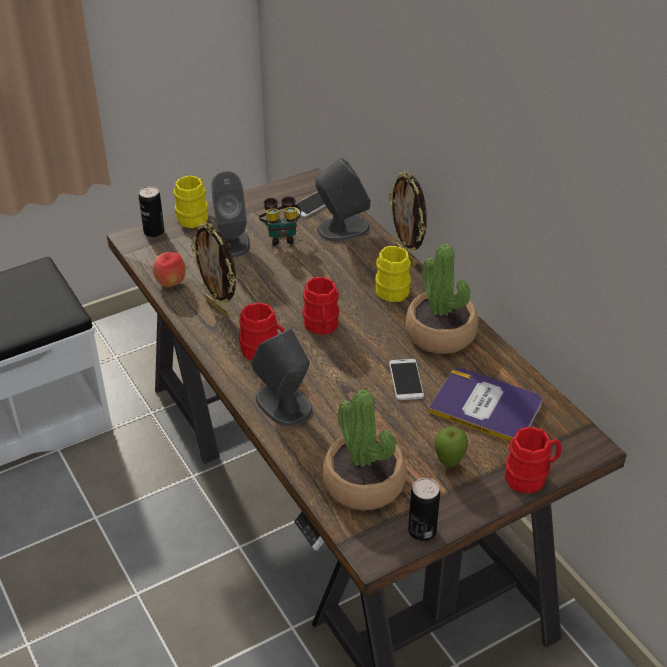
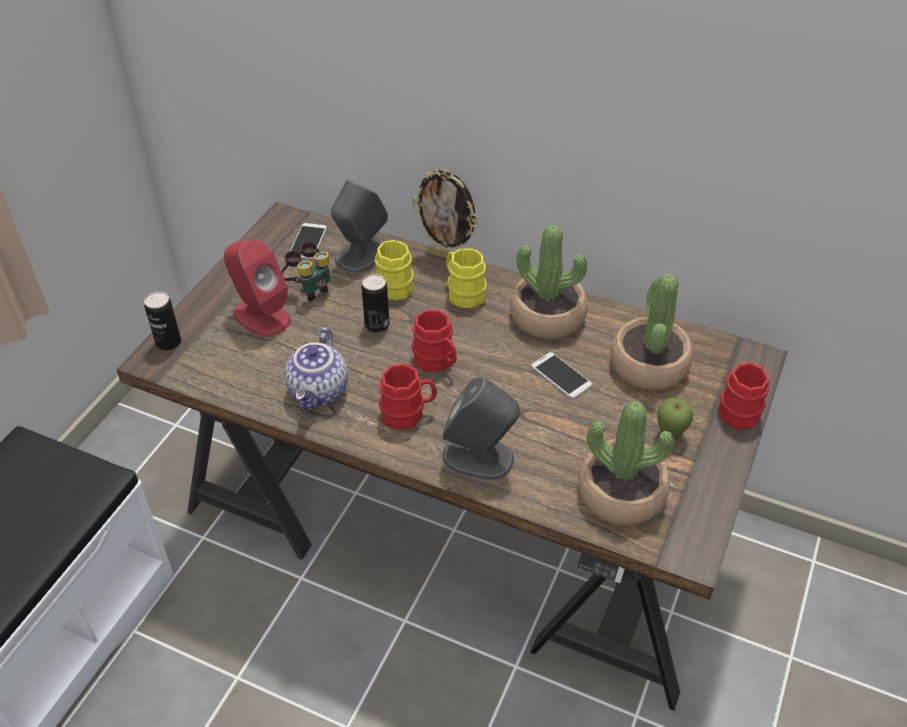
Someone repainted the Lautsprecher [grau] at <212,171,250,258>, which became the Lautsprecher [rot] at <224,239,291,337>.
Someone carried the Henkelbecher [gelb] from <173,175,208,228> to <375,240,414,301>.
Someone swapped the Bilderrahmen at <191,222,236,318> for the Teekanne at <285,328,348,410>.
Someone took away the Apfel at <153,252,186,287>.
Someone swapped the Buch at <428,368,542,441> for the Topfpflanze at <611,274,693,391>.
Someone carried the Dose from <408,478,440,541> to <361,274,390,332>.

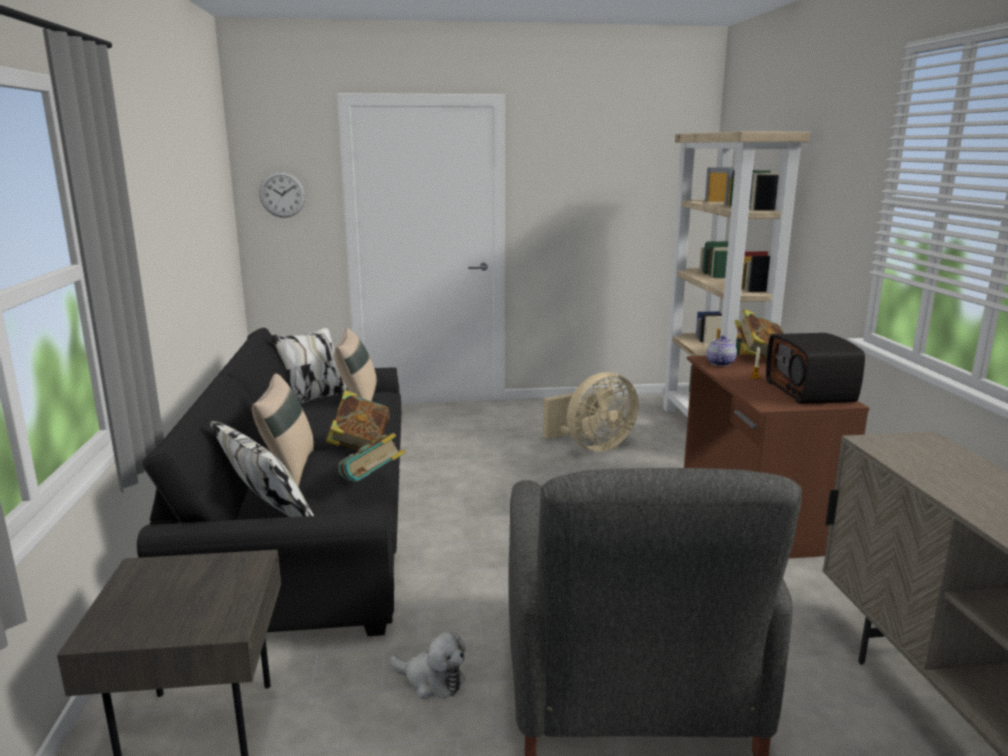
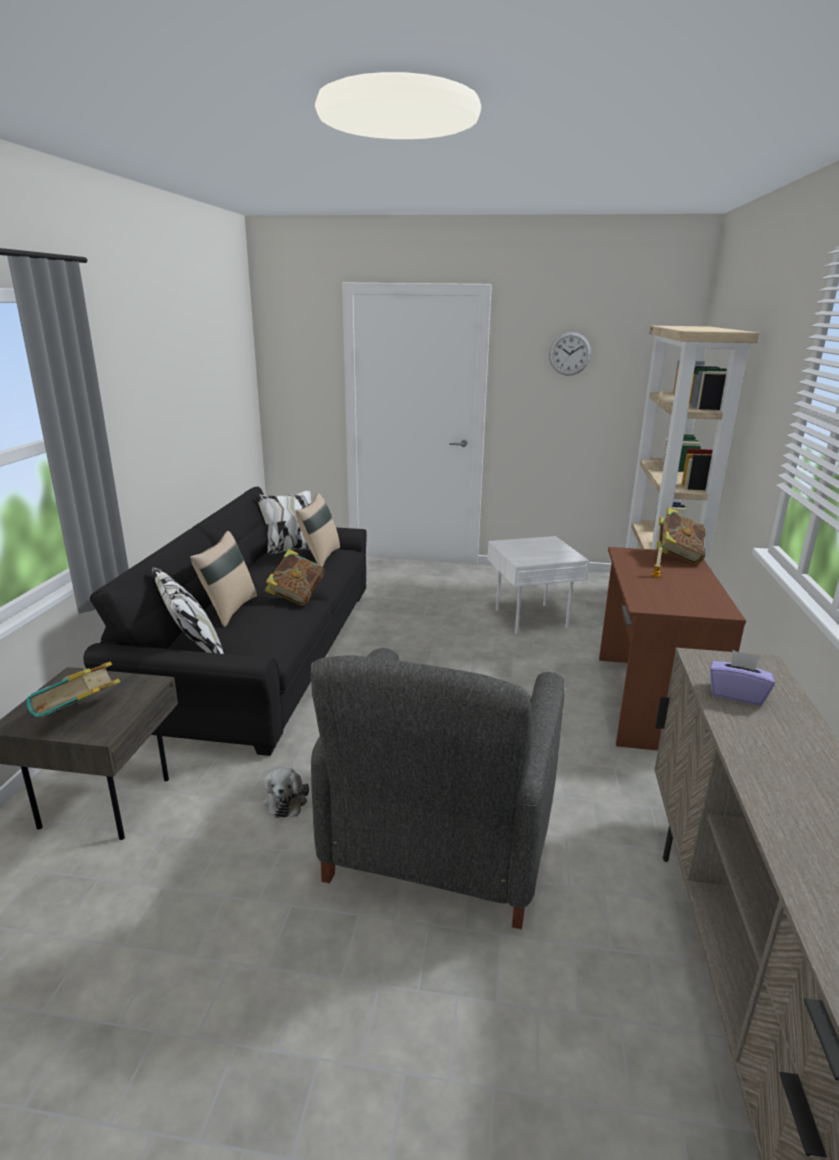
Someone carried the Wanduhr from <259,171,306,218> to <549,332,591,376>.
Someone took away the Radio at <766,333,865,404>.
Someone took away the Teekanne at <706,336,737,366>.
Someone swapped the Ventilator [beige] at <543,372,639,451> for the Beistelltisch [weiß] at <488,536,590,634>.
Someone carried the Buch from <338,433,406,482> to <26,662,120,717>.
Someone rotated the Plüschtier at <390,632,466,699> by 45 degrees clockwise.
Someone put down the Taschentuchbox [lila] at <710,650,775,706>.

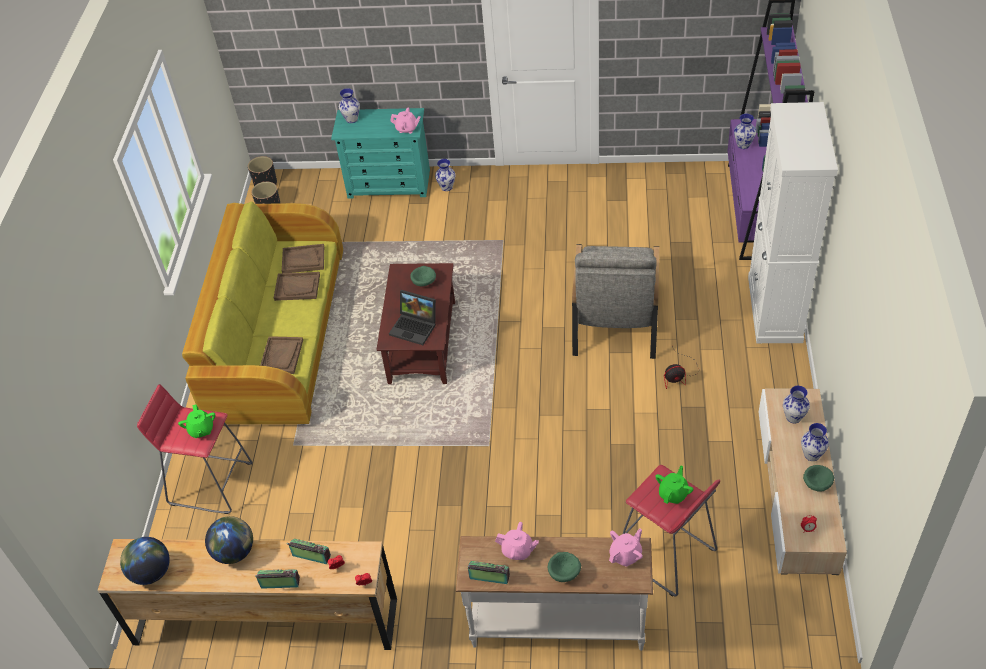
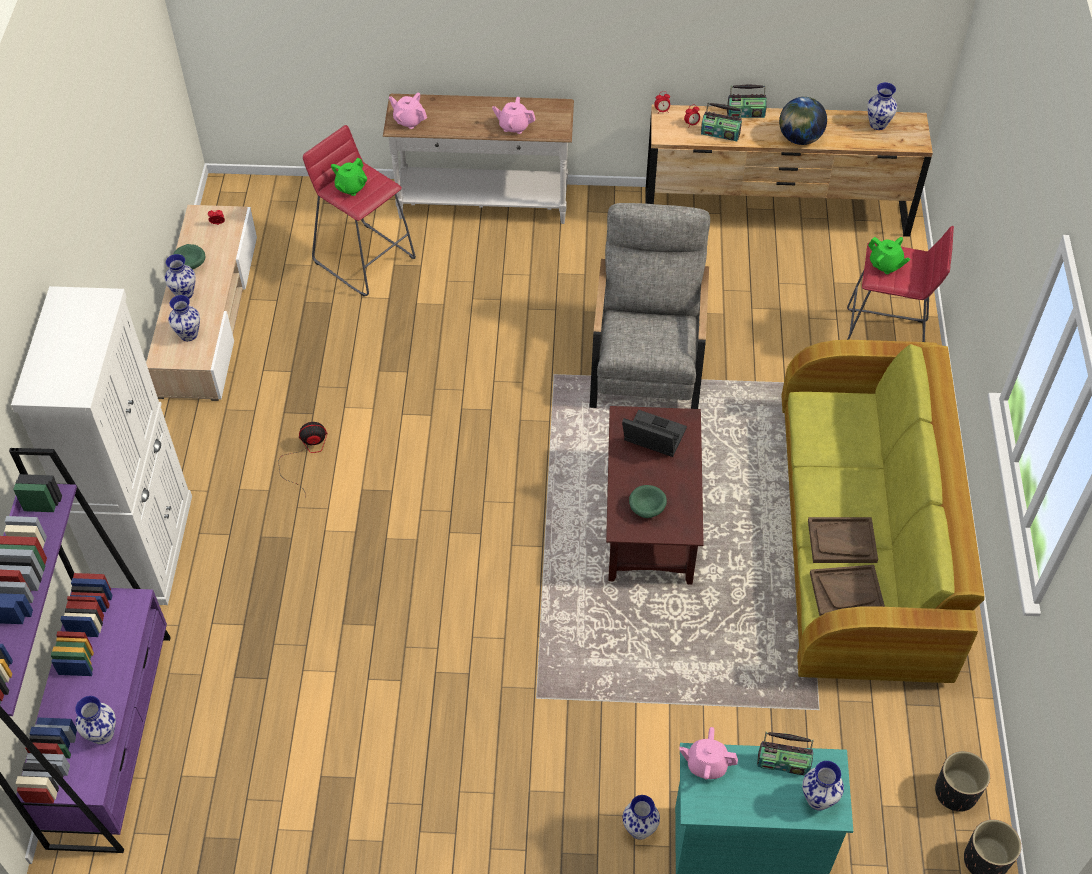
Someone carried the Sessel [grau] from <572,244,659,359> to <590,203,710,409>.
Someone took away the Tablett [braun] at <260,336,303,374>.
Someone rotated the Teekanne [grün] at <178,404,215,438> by 150 degrees clockwise.
Someone rotated the Teekanne [rosa] at <609,529,643,566> by 75 degrees clockwise.
Someone swapped the Globus at <120,537,170,585> for the Vase at <867,82,897,130>.
Someone took away the Schüssel [grün] at <548,552,581,582>.
Someone carried the Radio from <468,561,510,584> to <757,732,813,775>.

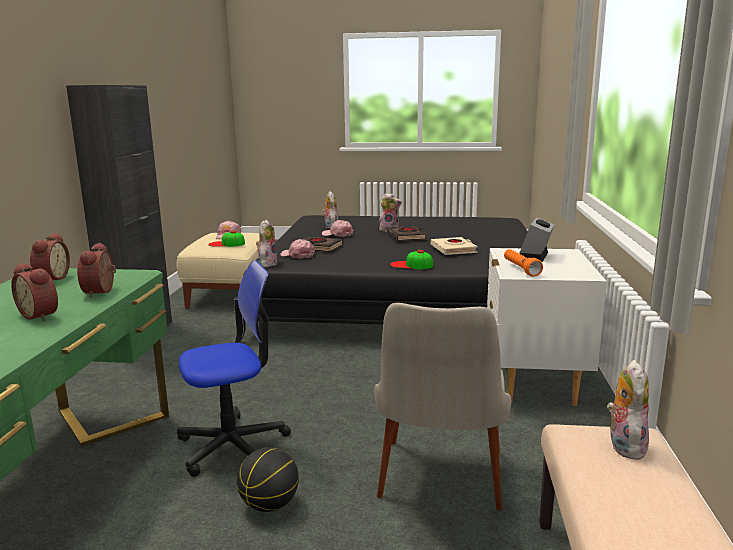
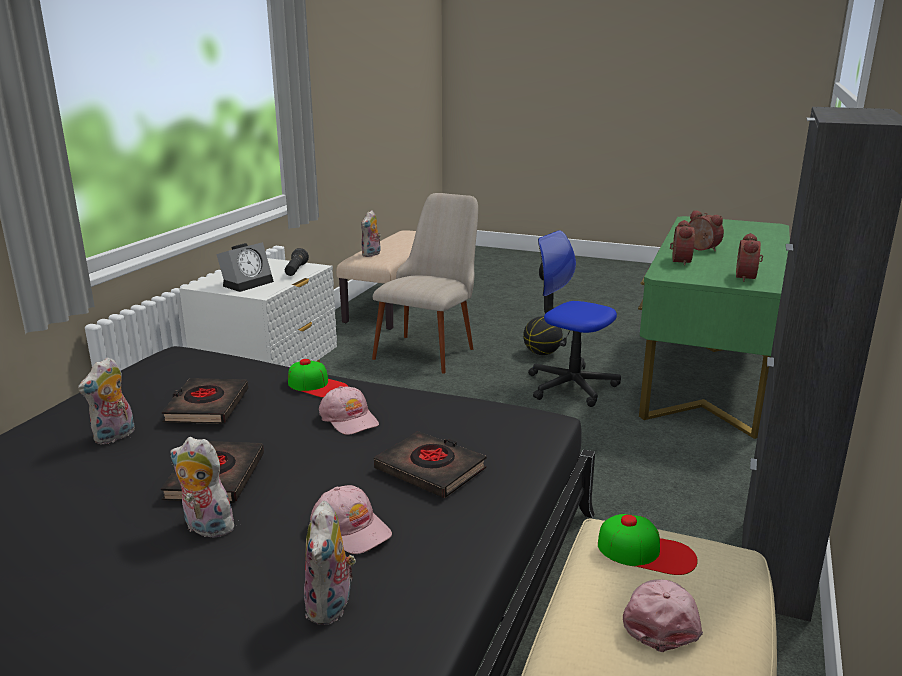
Someone carried the Plüschtier from <256,220,277,267> to <78,357,135,445>.
Someone repainted the Buch [beige] at <431,237,478,255>, which became the Buch [schwarz] at <162,378,248,424>.
Someone carried the Kappe [rosa] from <281,239,315,259> to <319,386,379,435>.
Someone repainted the Taschenlampe [orange] at <504,249,543,277>, which became the Taschenlampe [schwarz] at <285,248,309,276>.
Someone rotated the Bürostuhl at <177,260,291,477> by 45 degrees clockwise.

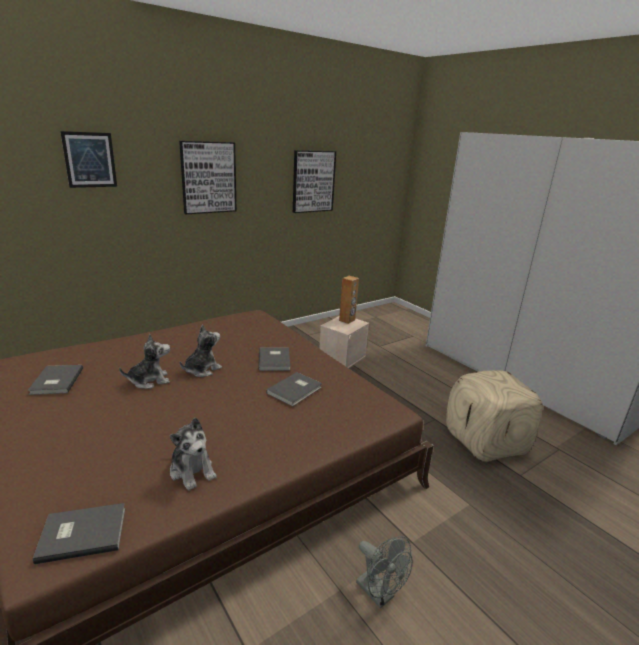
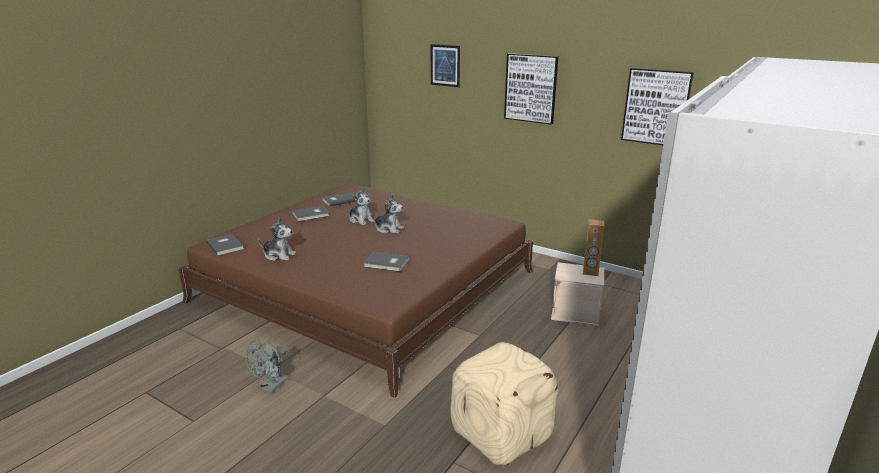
Someone carried the Buch [grau] from <258,347,290,371> to <292,206,329,221>.
Someone rotated the Plüschtier at <170,418,217,491> by 105 degrees counterclockwise.

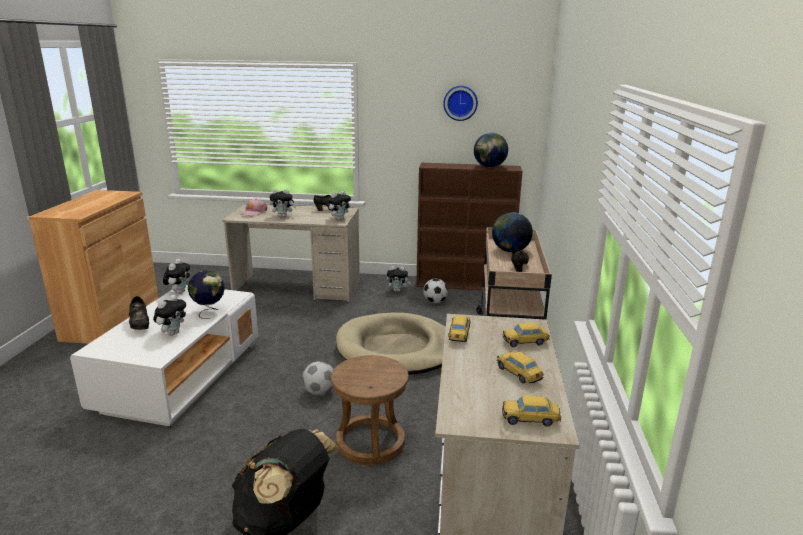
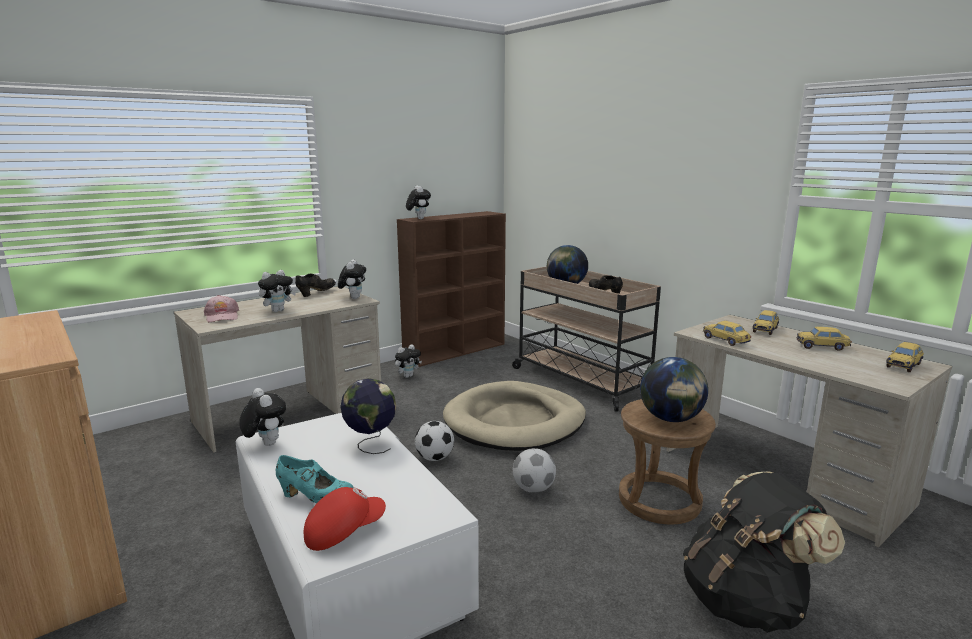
Someone took away the Wanduhr at <443,86,478,121>.
Someone carried the Globus from <474,133,508,168> to <640,357,708,422>.
Someone carried the Fußball from <423,279,448,303> to <415,421,454,461>.
Someone carried the Plüschtier from <153,295,186,335> to <406,186,431,219>.
Someone repainted the Schuh [schwarz] at <129,296,149,330>, which became the Schuh [türkis] at <276,455,354,503>.
Someone put down the Kappe [rot] at <304,487,386,551>.

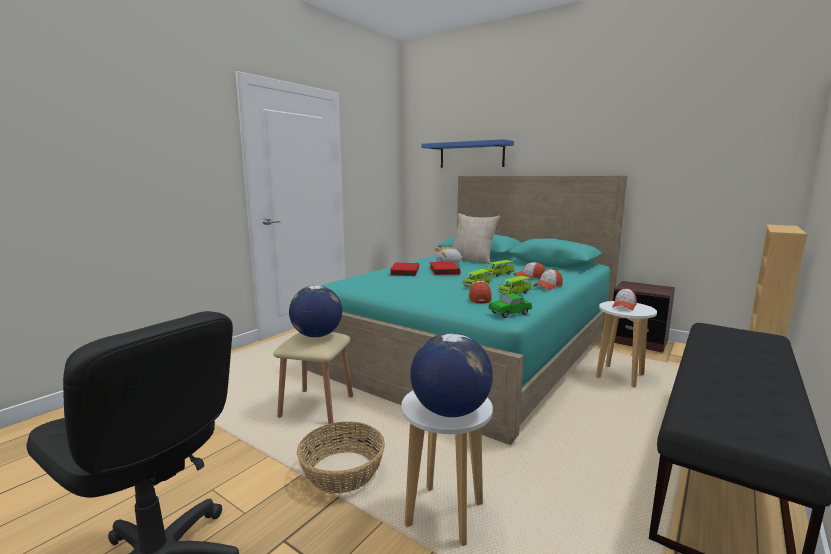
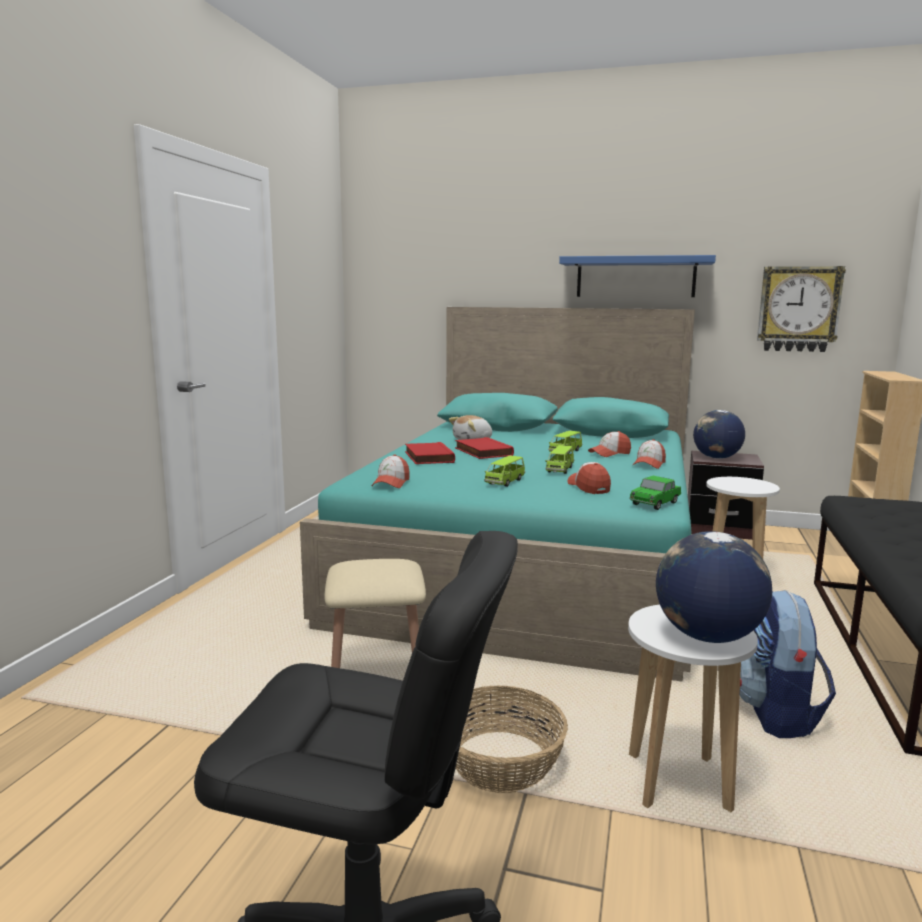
Someone carried the Wandregal [blau] from <422,139,514,168> to <559,255,716,297>.
Someone took away the Kissen [beige] at <452,213,501,264>.
Someone carried the Spielzeugauto [grün] from <498,276,532,294> to <484,456,525,487>.
Someone carried the Globus from <289,285,342,338> to <693,410,745,459>.
Someone carried the Kappe from <612,288,637,311> to <372,454,410,488>.
Someone put up the Wanduhr at <757,266,846,352>.
Someone put down the Rucksack at <740,590,836,738>.

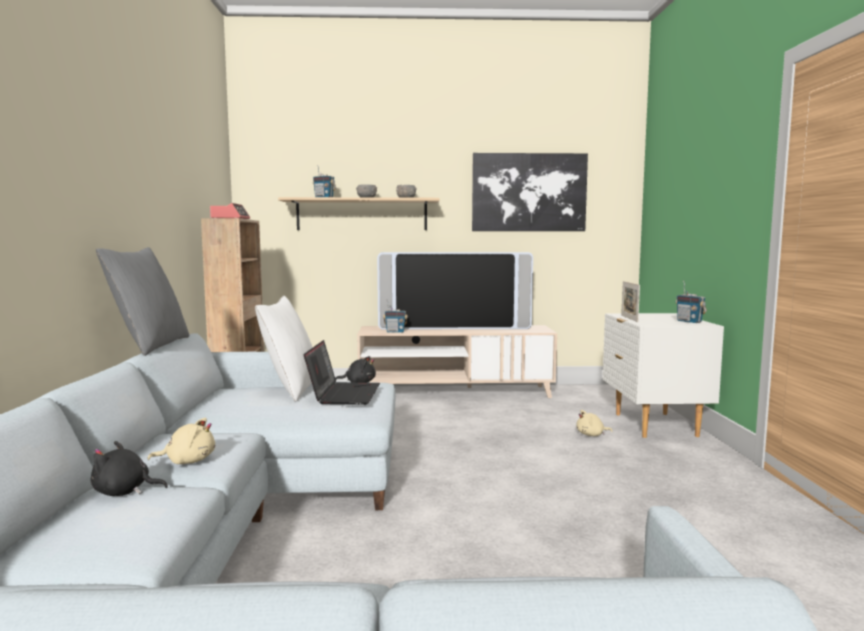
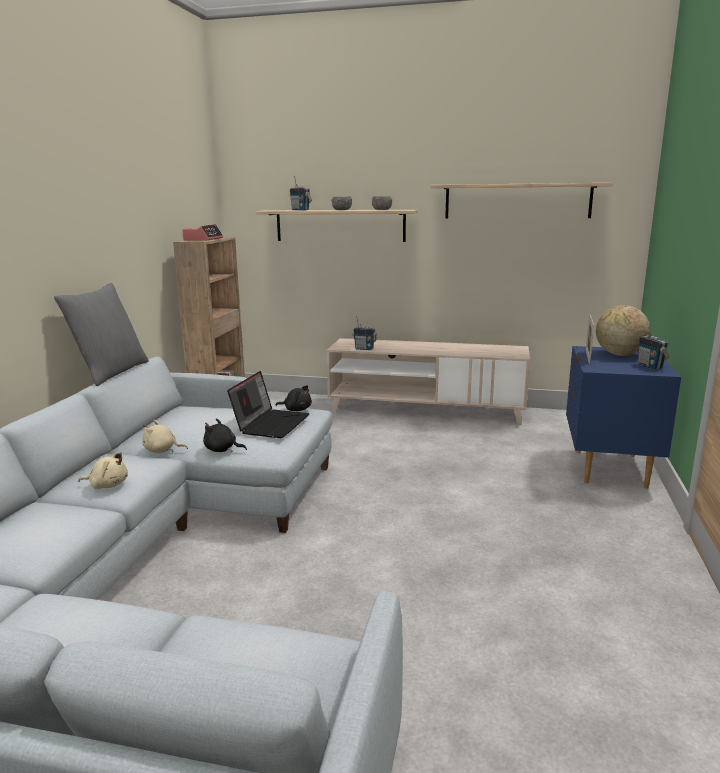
Someone swapped the Bild at <472,153,588,231> for the Wandregal at <431,183,613,218>.
Someone took away the Fernseher at <377,252,533,330>.
Someone took away the Kissen [weiß] at <255,296,313,402>.
Someone repainted the Nachttisch [weiß] at <603,313,724,438>, which became the Nachttisch [blau] at <566,346,681,489>.
Someone carried the Plüschtier [beige] from <576,410,613,436> to <142,420,188,453>.
Someone carried the Plüschtier [schwarz] from <90,441,168,496> to <203,418,247,452>.
Someone put down the Globus at <596,305,650,356>.

